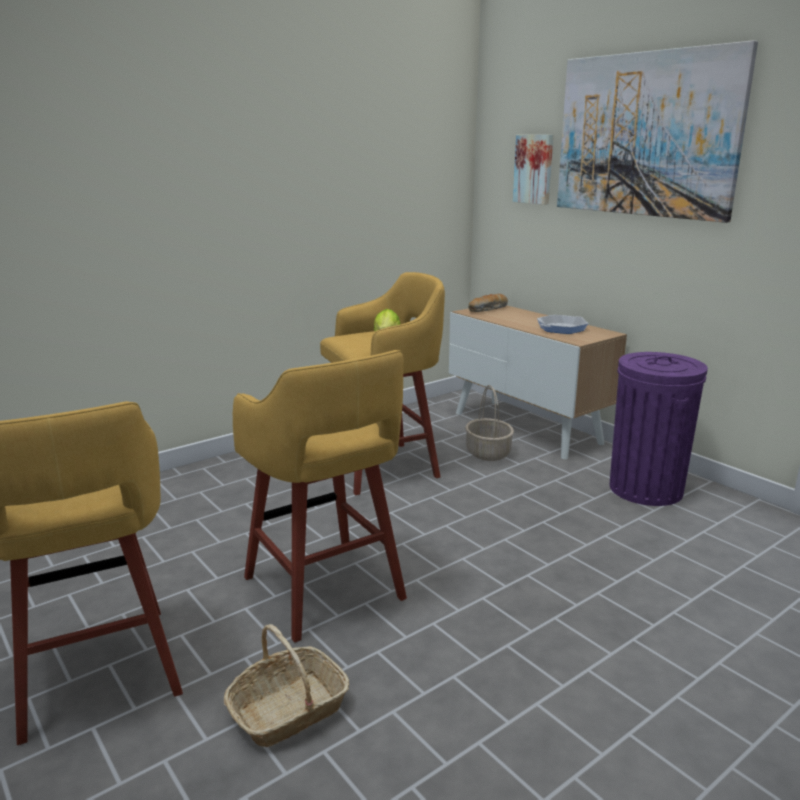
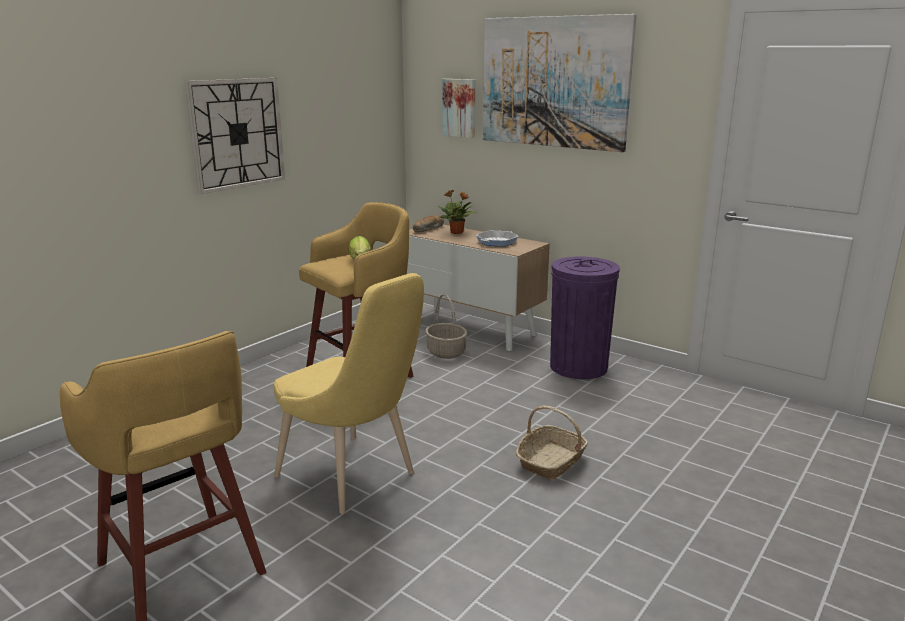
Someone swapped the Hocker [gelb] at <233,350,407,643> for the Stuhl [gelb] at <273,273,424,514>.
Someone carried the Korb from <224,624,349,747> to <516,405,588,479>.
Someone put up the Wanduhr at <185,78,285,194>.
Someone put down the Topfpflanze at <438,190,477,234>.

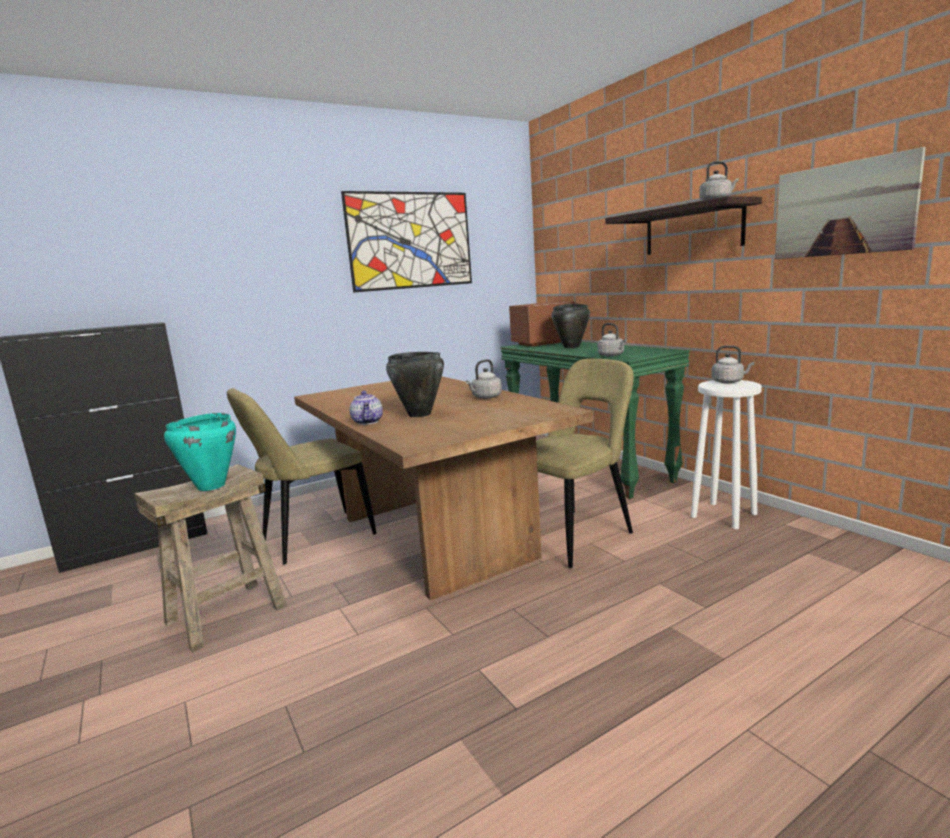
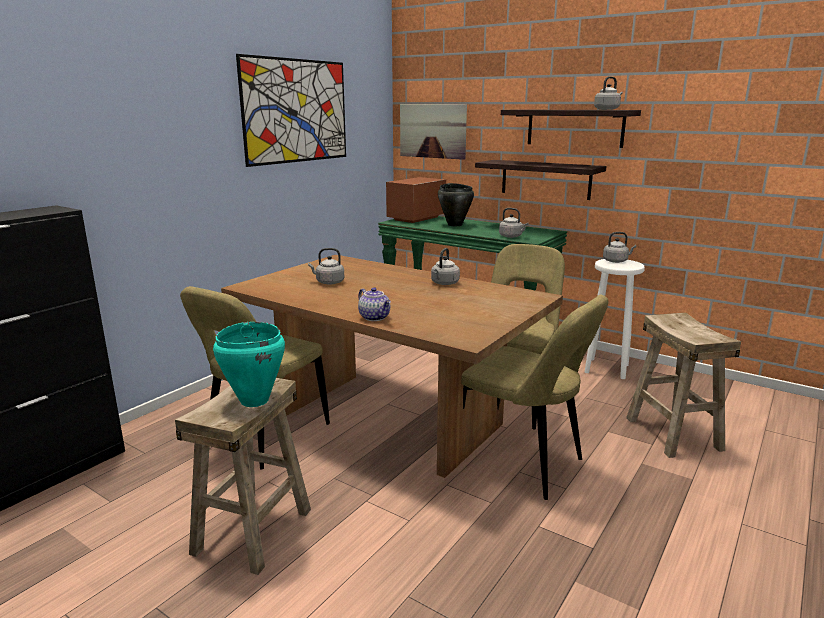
Someone carried the Bild from <775,147,926,259> to <400,104,467,160>.
Someone took away the Kochtopf [schwarz] at <386,352,444,417>.
Someone put up the Wandregal at <475,160,606,200>.
Someone put down the Wasserkessel [grau] at <308,248,344,285>.
Someone put down the Stuhl [beige] at <461,294,608,500>.
Someone put down the Hocker [beige] at <626,313,741,458>.

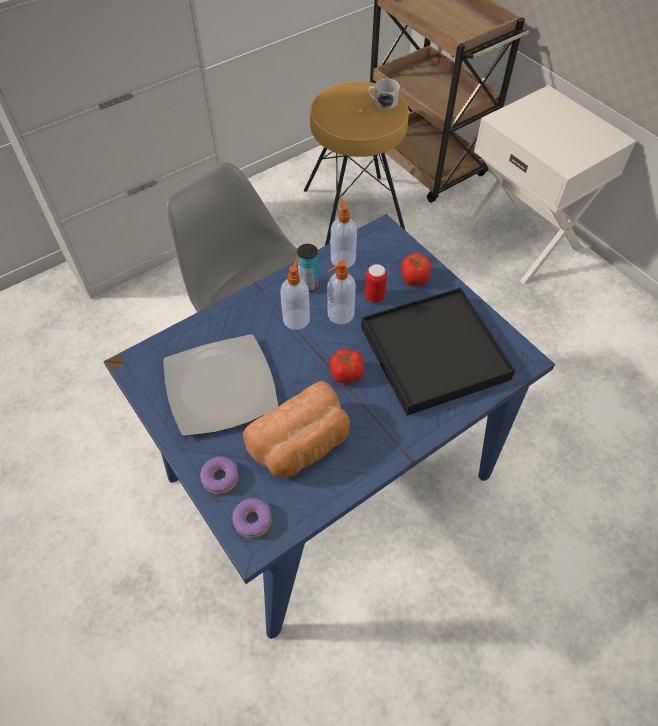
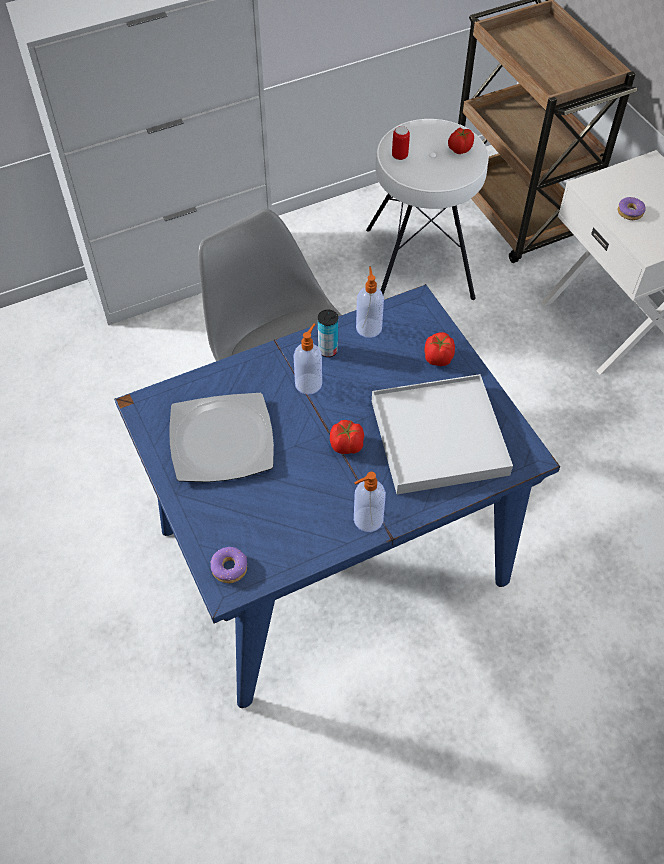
Someone swapped the Henkelbecher [weiß] at <368,79,400,109> for the Tomate at <448,127,474,154>.
Someone repainted the Hocker [braun] at <304,82,409,246>, which became the Hocker [weiß] at <366,119,489,300>.
Someone carried the Seifenspender from <328,260,356,325> to <354,472,386,532>.
Someone carried the Dose from <365,264,387,303> to <392,126,410,160>.
Someone repainted the Tablett [schwarz] at <361,287,515,416>, which became the Tablett [weiß] at <372,374,513,495>.
Someone took away the Brot at <243,381,350,478>.
Someone carried the Donut from <200,456,239,494> to <618,197,646,220>.

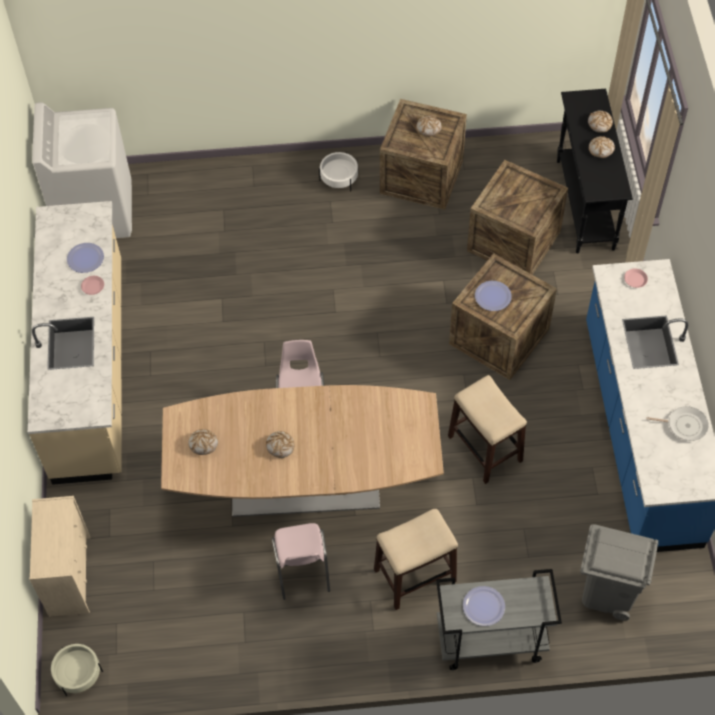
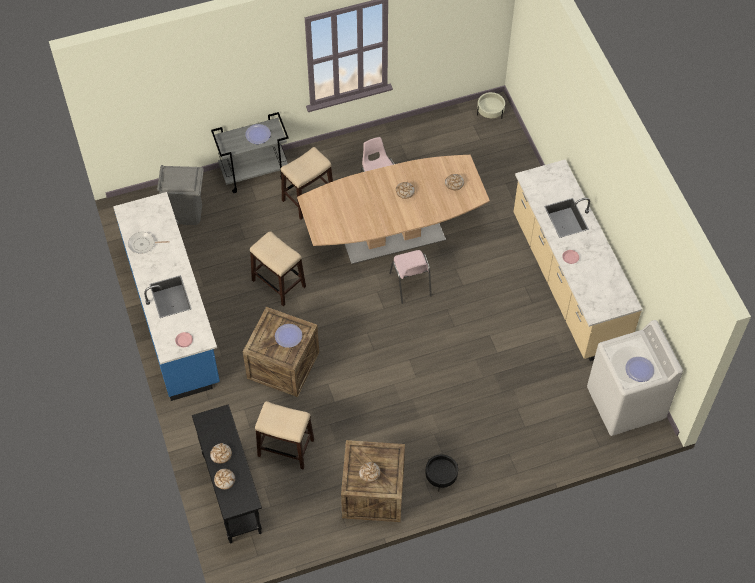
Someone repainted the Pflanzkübel [weiß] at <319,152,358,191>, which became the Pflanzkübel [schwarz] at <425,455,458,488>.
Someone swapped the Kiste at <467,160,568,275> for the Hocker at <255,401,314,469>.
Someone carried the Teller from <67,243,104,273> to <625,357,654,382>.
Someone took away the Kommode [beige] at <29,496,90,617>.

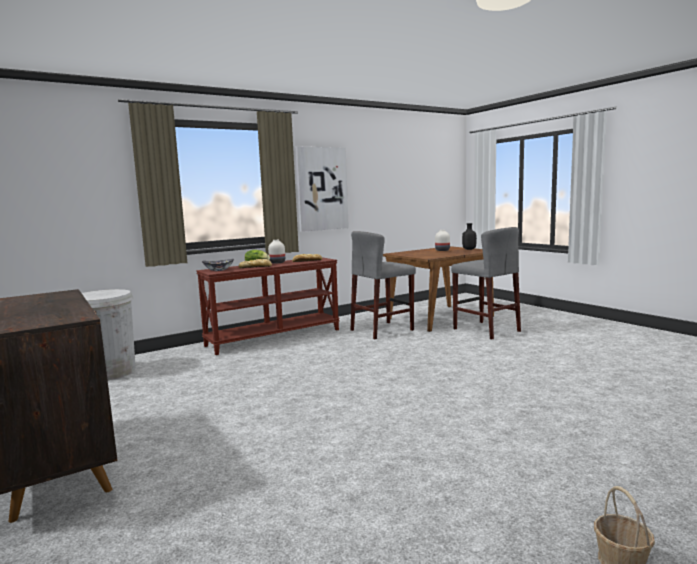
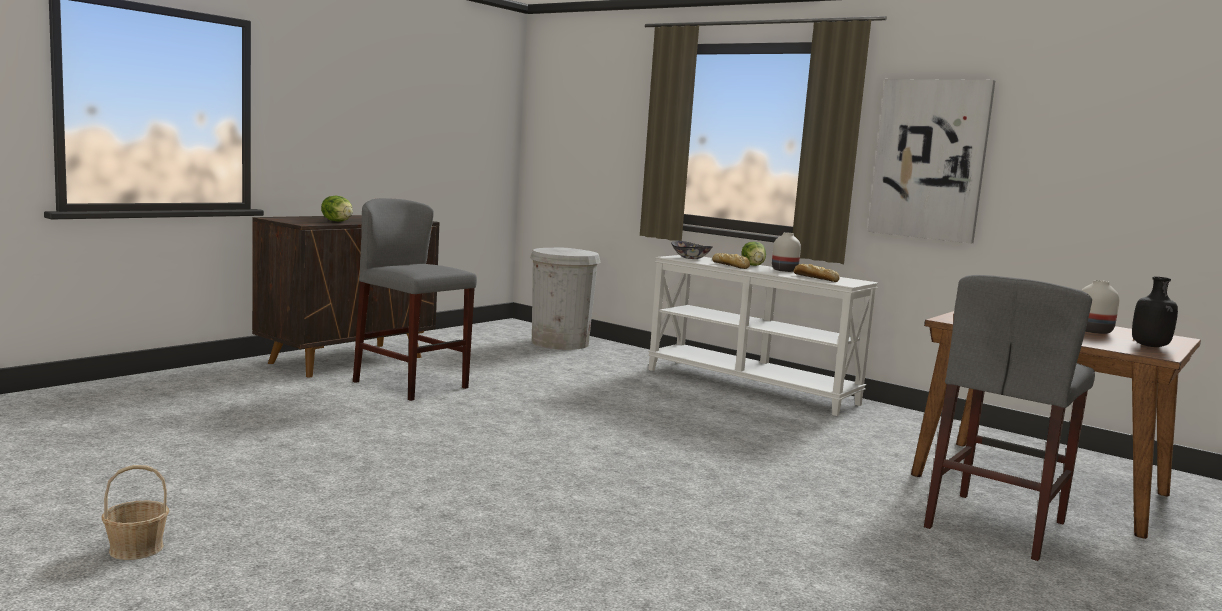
Someone carried the Hocker [grau] from <351,231,416,339> to <353,198,477,401>.
Someone repainted the Konsolentisch [braun] at <196,257,340,355>, which became the Konsolentisch [weiß] at <648,255,878,416>.
Someone put down the Salatkopf at <321,196,353,222>.

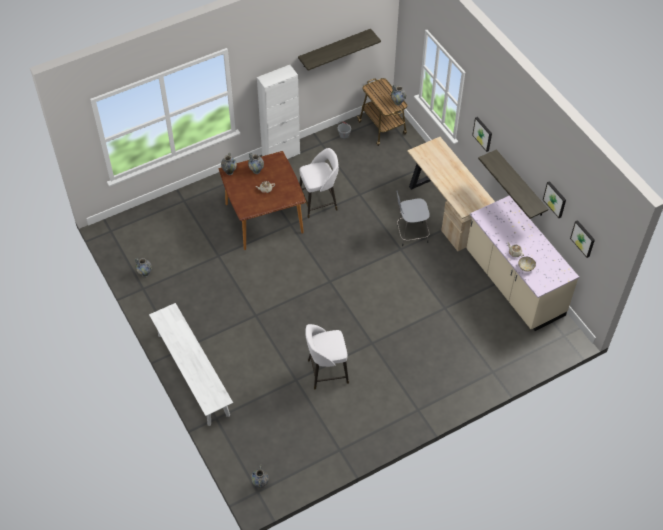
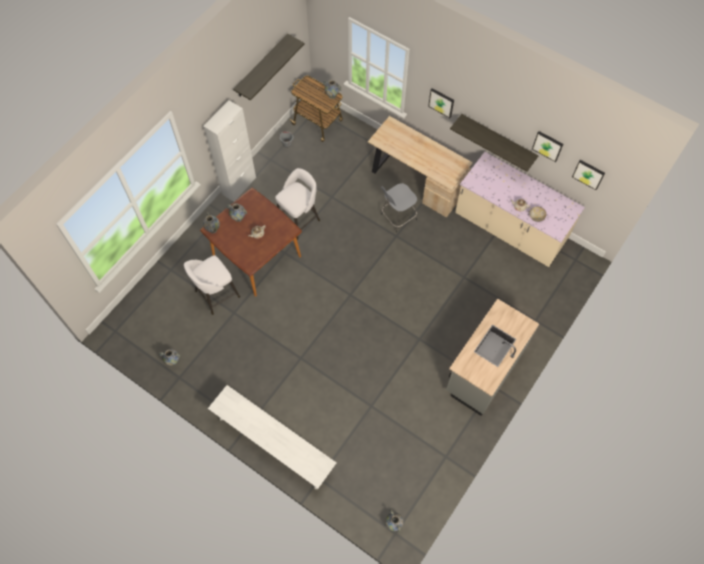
Someone carried the Hocker [weiß] from <305,324,349,389> to <184,255,240,315>.
Someone put down the Küchenzeile [grau] at <446,299,539,416>.

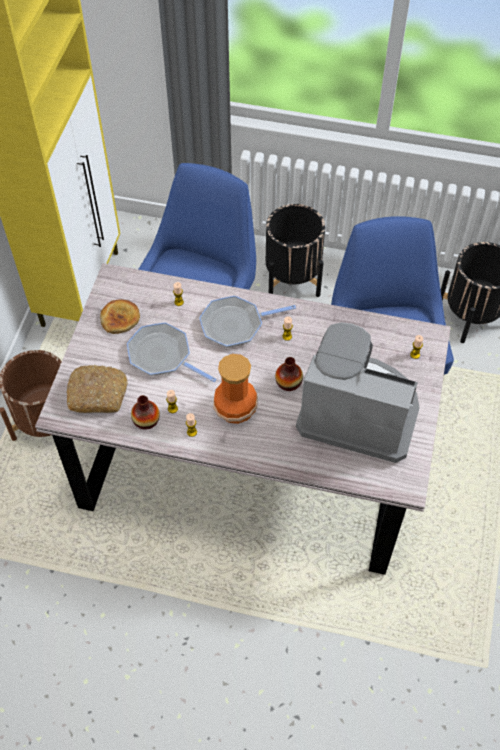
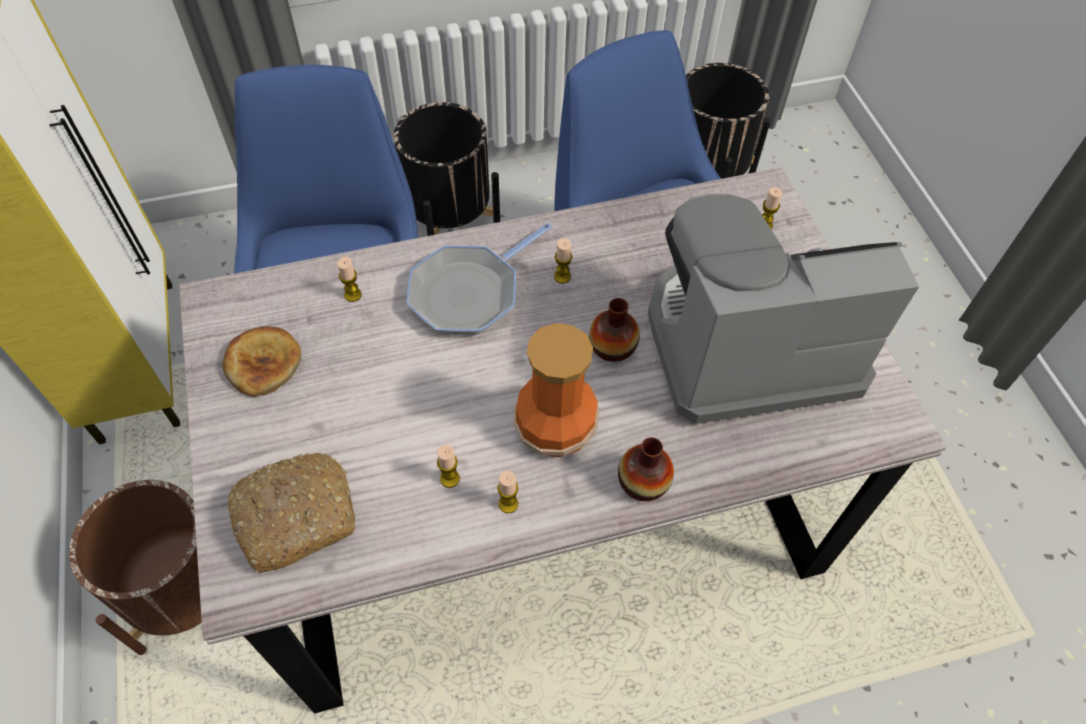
Someone took away the Pfanne at <127,322,217,382>.
Someone carried the Vase from <131,395,160,430> to <618,437,674,501>.

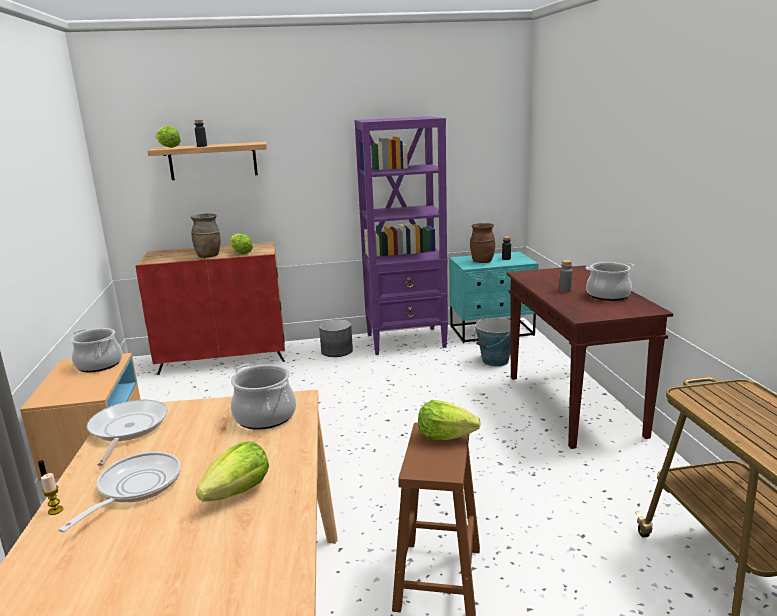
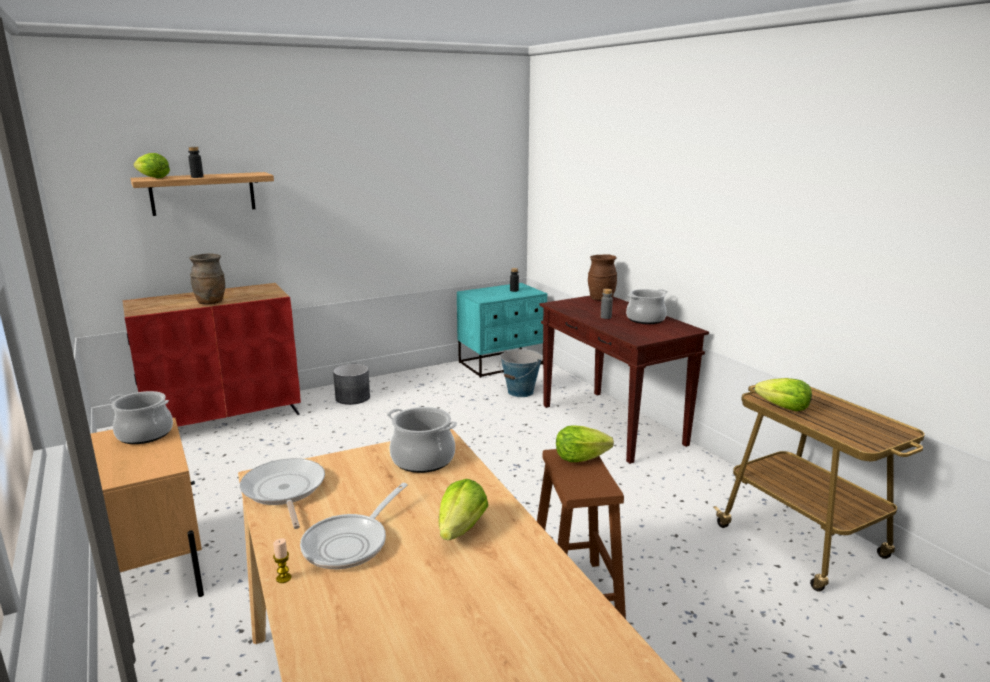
Someone took away the Bücherregal [lila] at <355,116,448,355>.
Someone carried the Vase [braun] from <470,223,495,263> to <588,254,617,301>.
Someone carried the Salatkopf from <230,233,253,254> to <755,378,812,411>.
Someone rotated the Pfanne at <58,452,181,532> by 150 degrees counterclockwise.

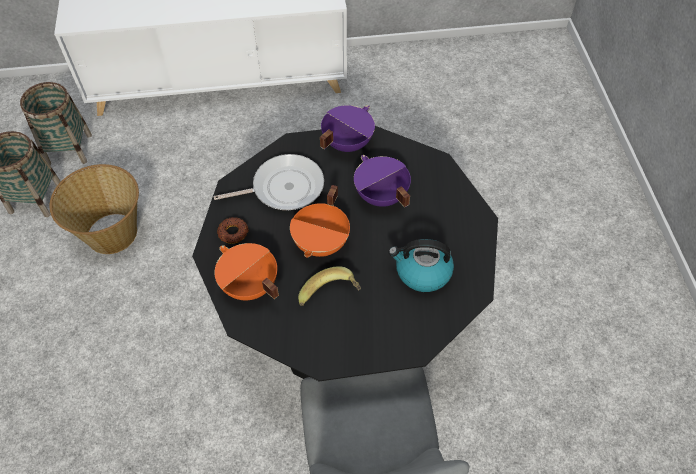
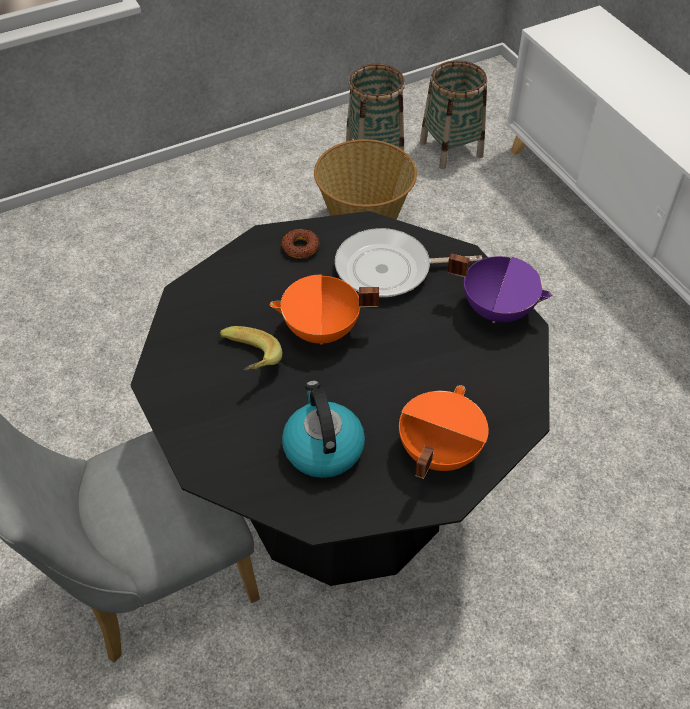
Someone rotated the Pfanne at <214,154,324,210> by 120 degrees clockwise.
Someone took away the Kochtopf [lila] at <354,155,411,208>.
Someone carried the Kochtopf [orange] from <214,243,279,300> to <399,385,489,479>.

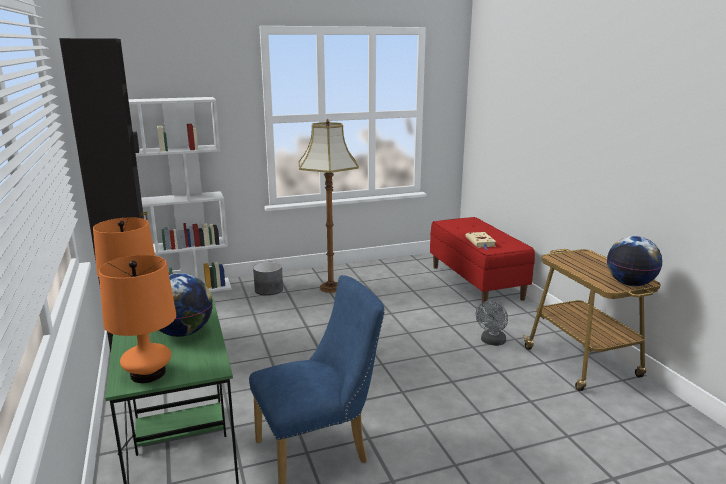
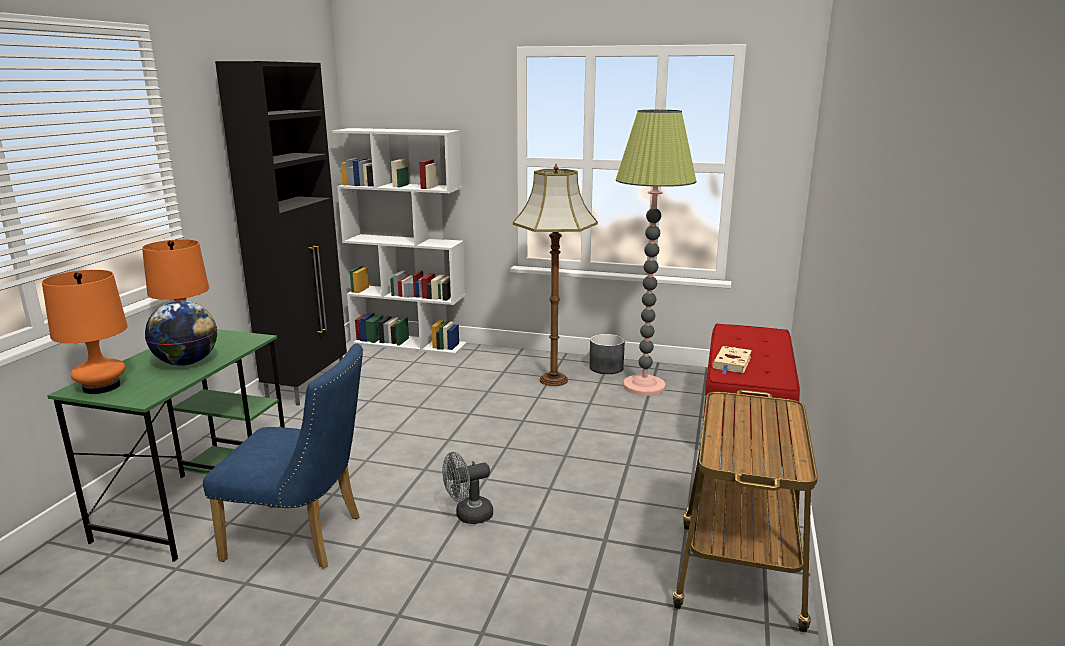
Someone took away the Globus at <607,236,662,286>.
Someone carried the Pflanzkübel [grau] from <253,262,283,296> to <589,334,625,374>.
Someone carried the Ventilator [grau] from <476,301,508,346> to <442,452,493,524>.
Someone put down the Stehlampe at <616,109,696,396>.

